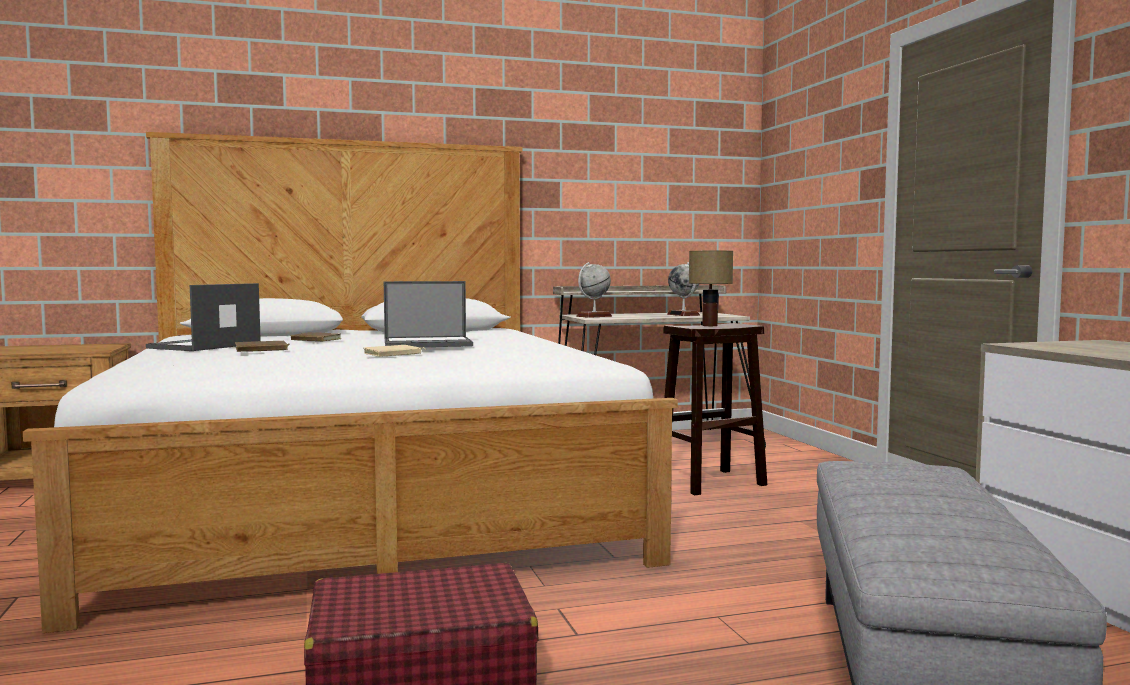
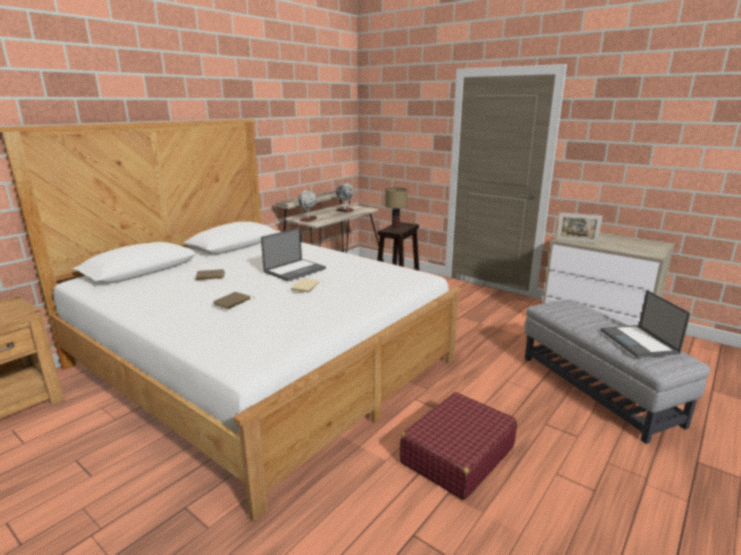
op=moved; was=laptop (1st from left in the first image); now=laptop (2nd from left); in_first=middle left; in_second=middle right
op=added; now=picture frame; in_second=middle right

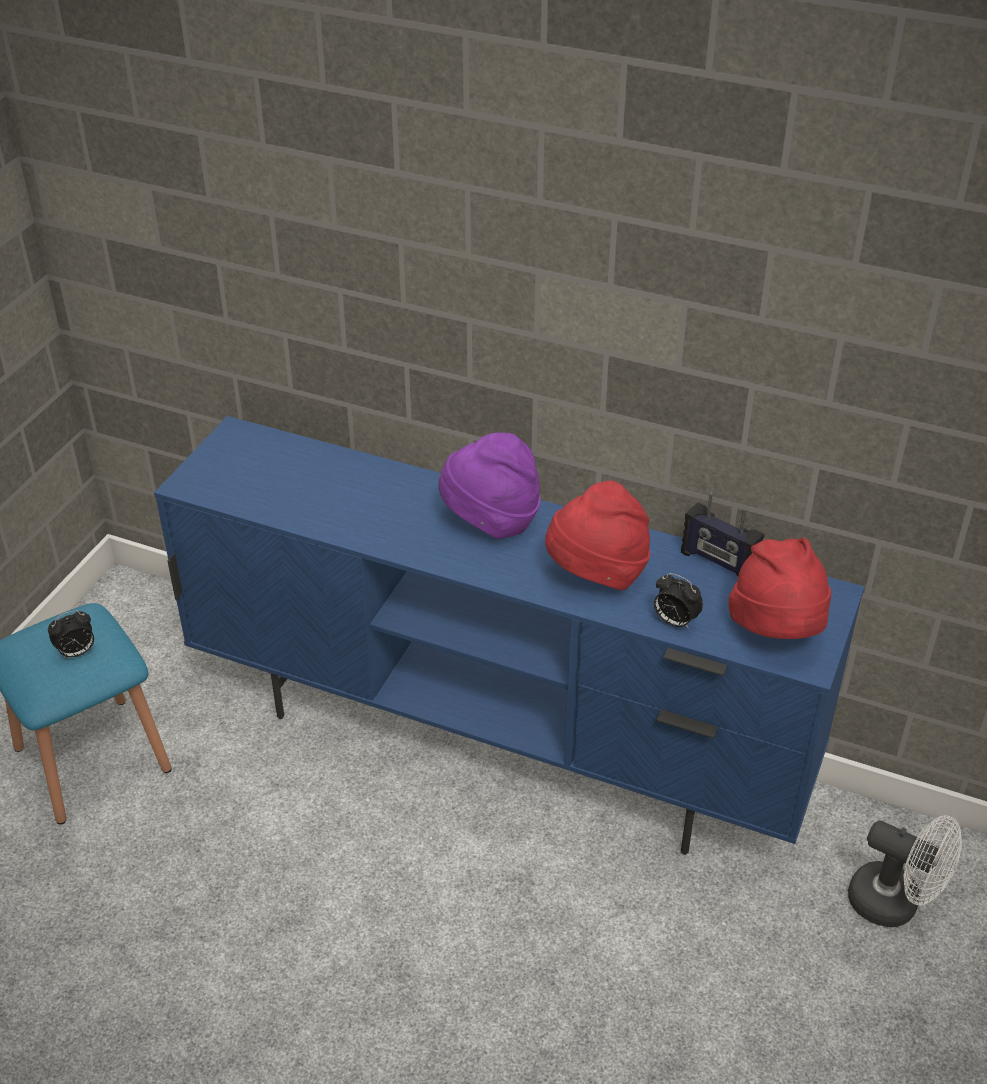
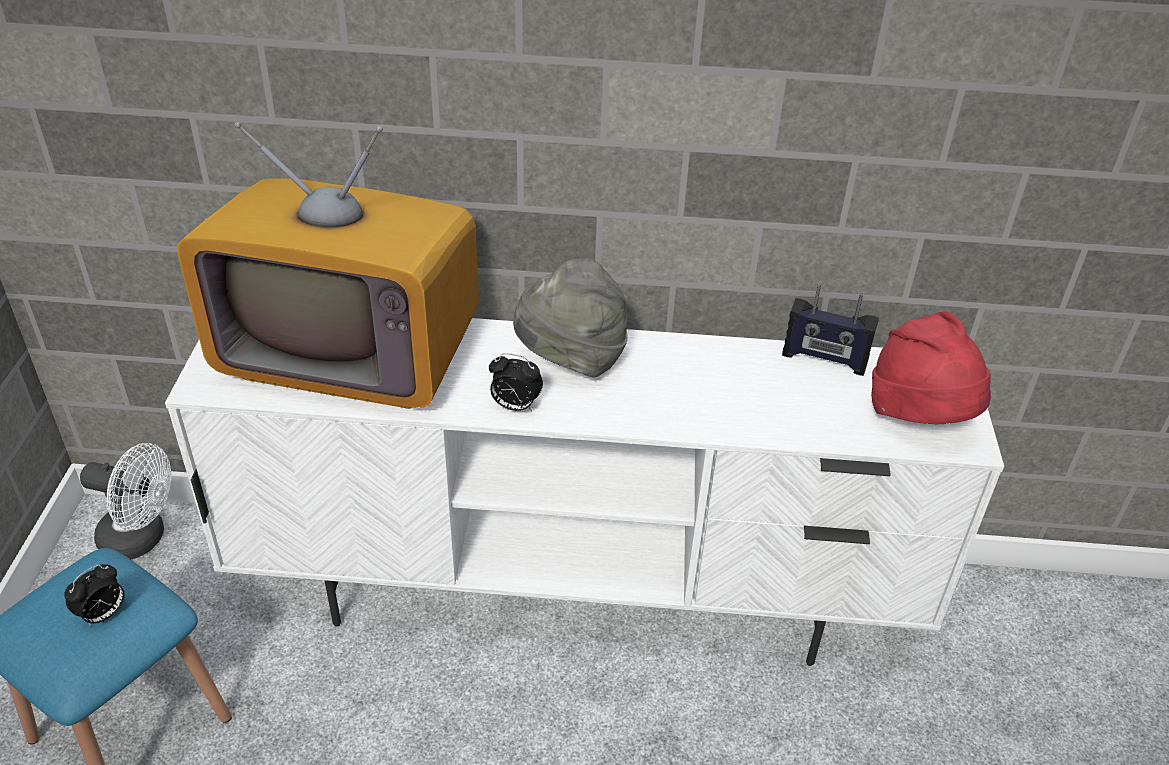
op=recoloured; was=tv stand in blue; now=tv stand in white; in_first=centre; in_second=centre
op=recoloured; was=hat in purple; now=hat in grey; in_first=centre; in_second=centre
op=removed; was=hat in red (1st from left); in_first=centre
op=moved; was=alarm clock (2nd from left); in_first=middle right; in_second=centre
op=moved; was=fan in white; in_first=bottom right; in_second=middle left
op=added; now=television; in_second=middle left

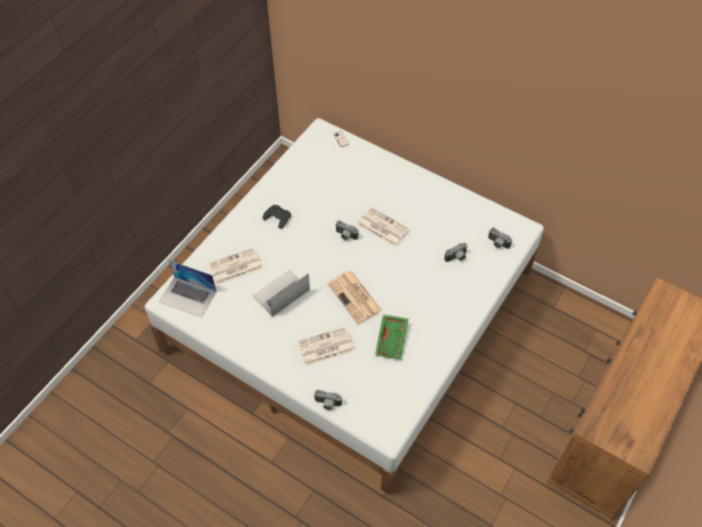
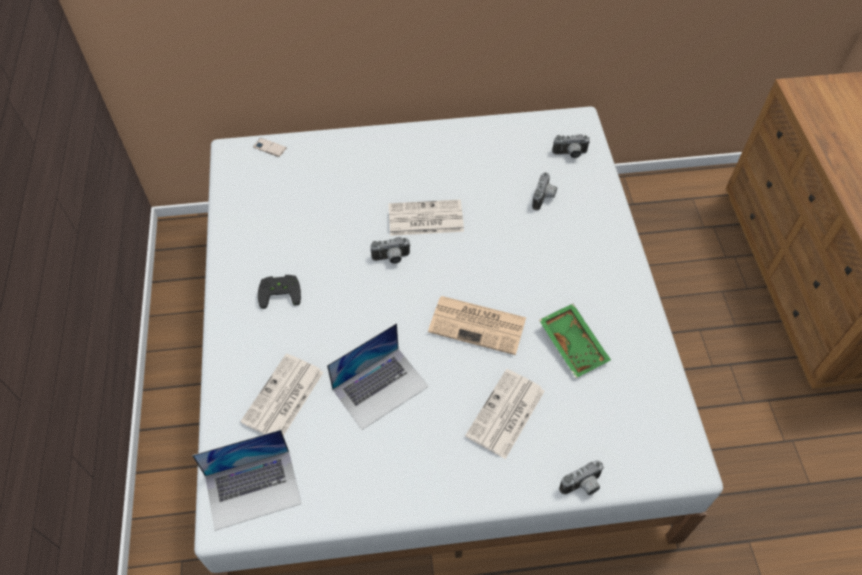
op=turned; was=laptop (2nd from left); in_first=centre; in_second=centre; clockwise=-135

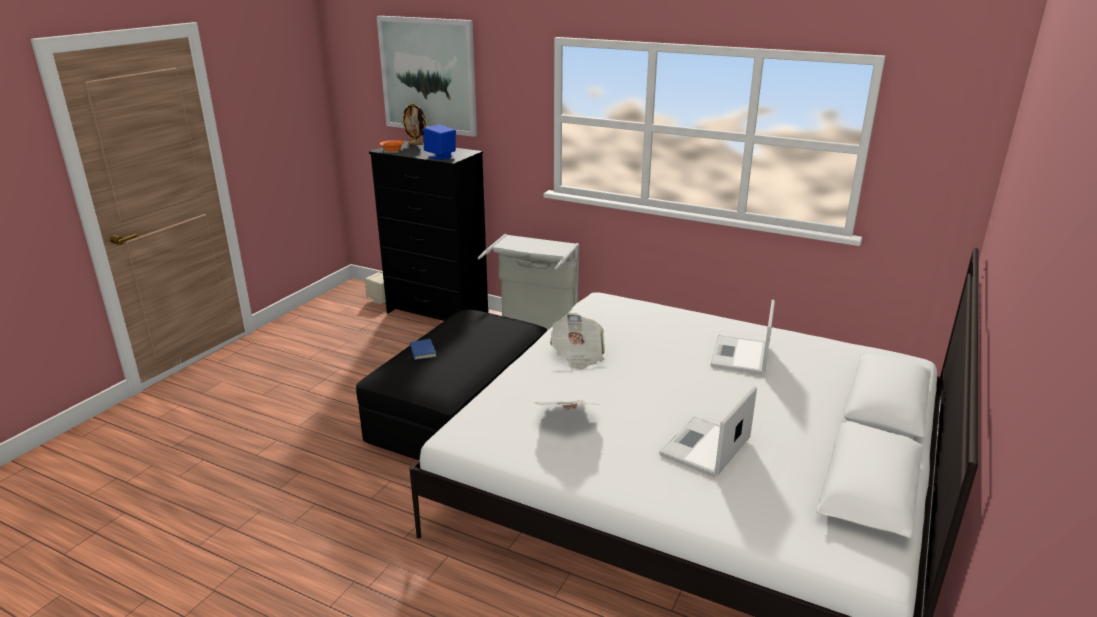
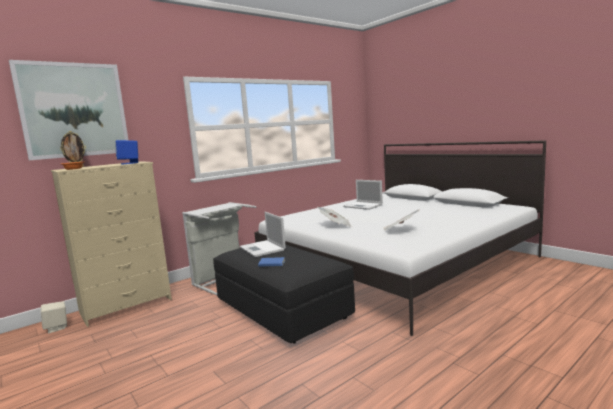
op=recoloured; was=dresser in black; now=dresser in beige; in_first=centre; in_second=middle left
op=moved; was=laptop (1st from left); in_first=bottom centre; in_second=centre

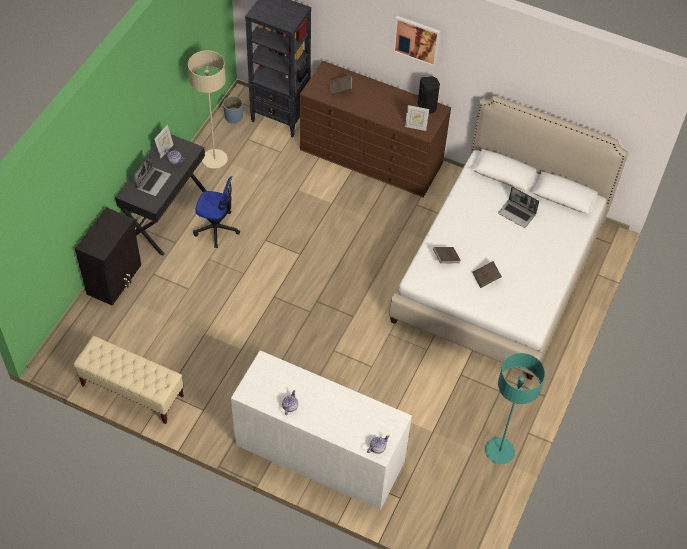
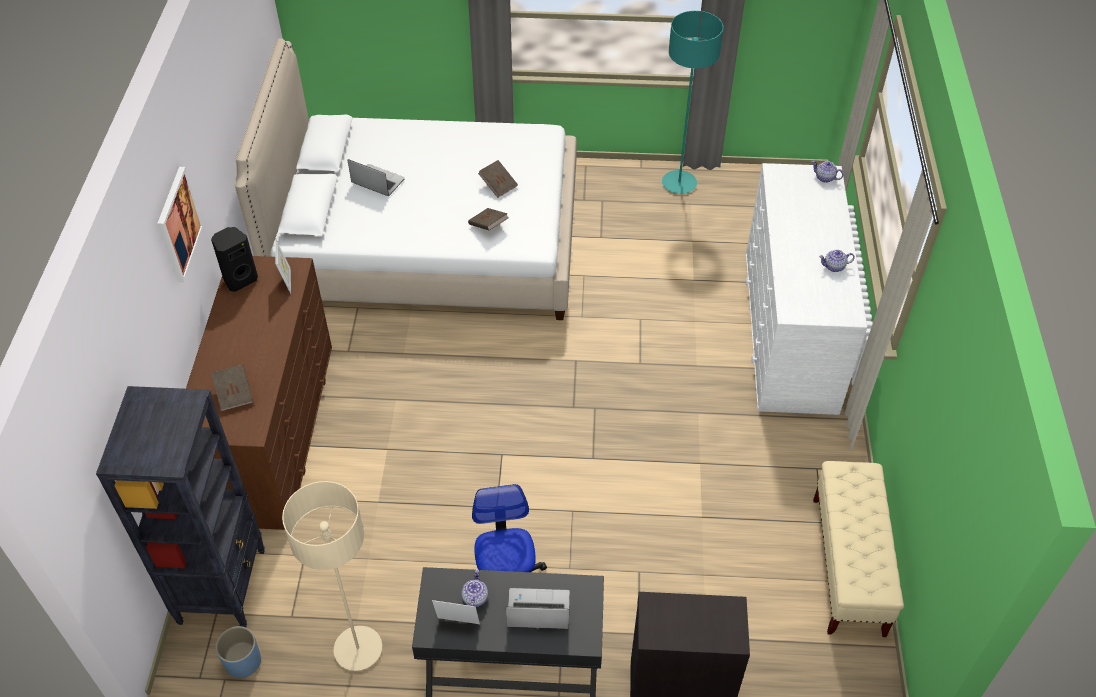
op=turned; was=laptop (2nd from left in the first image); in_first=middle right; in_second=top centre; clockwise=-75

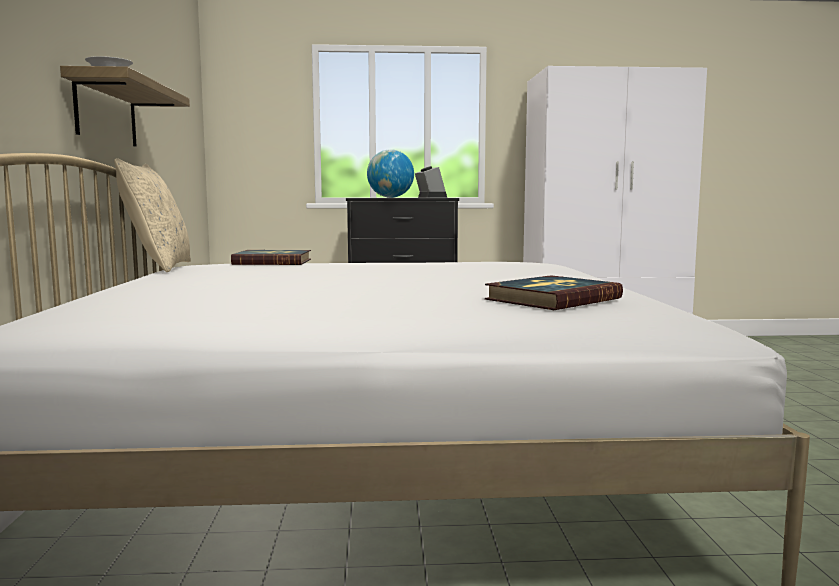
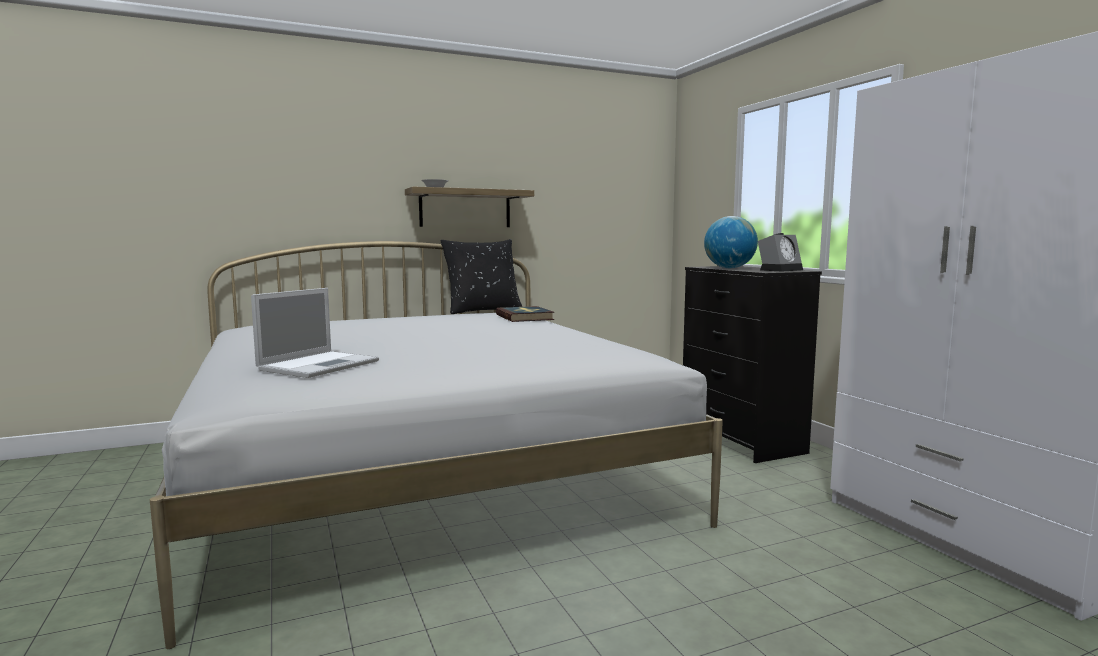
op=recoloured; was=pillow in beige; now=pillow in black; in_first=middle left; in_second=centre
op=replaced; was=book (2nd from left); now=laptop; in_first=centre; in_second=middle left

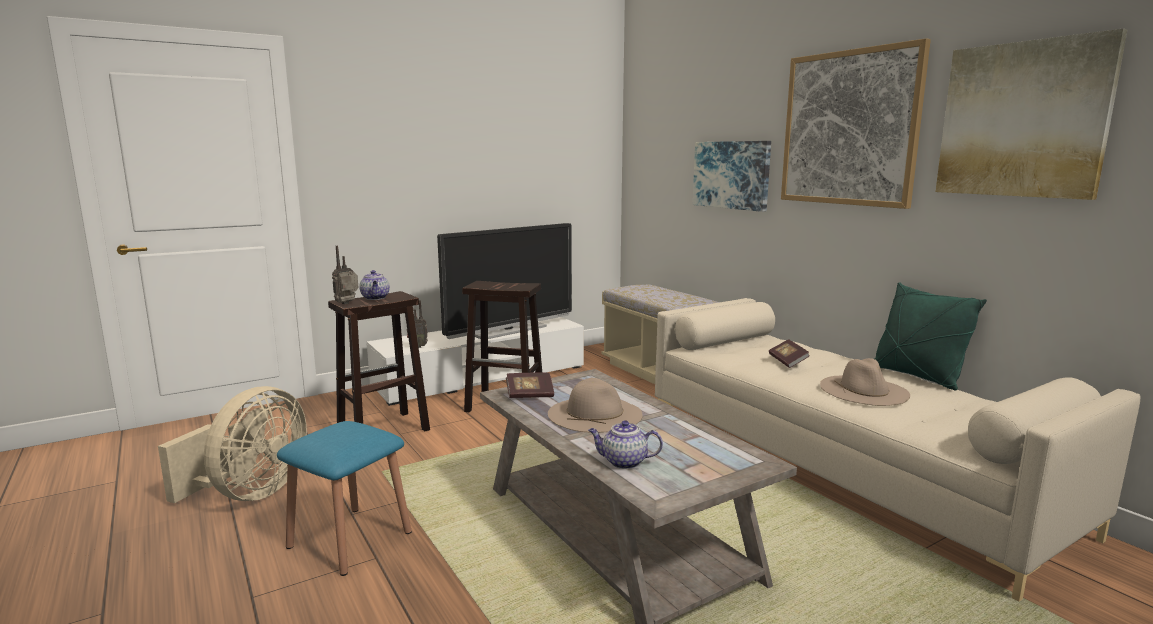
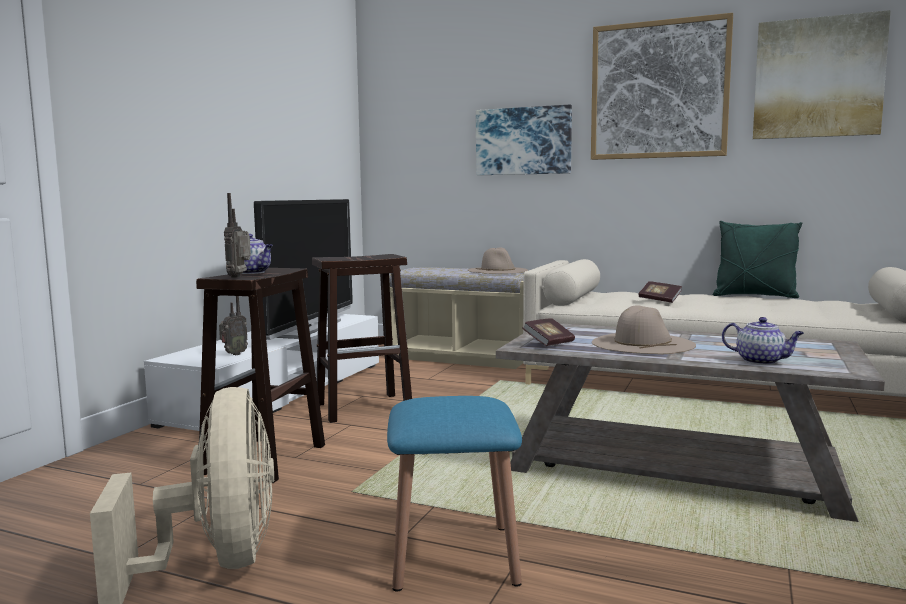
op=moved; was=hat in beige (2nd from left in the first image); now=hat in beige (1st from left); in_first=middle right; in_second=centre
op=turned; was=teapot (2nd from left); in_first=bottom centre; in_second=middle right; clockwise=-120

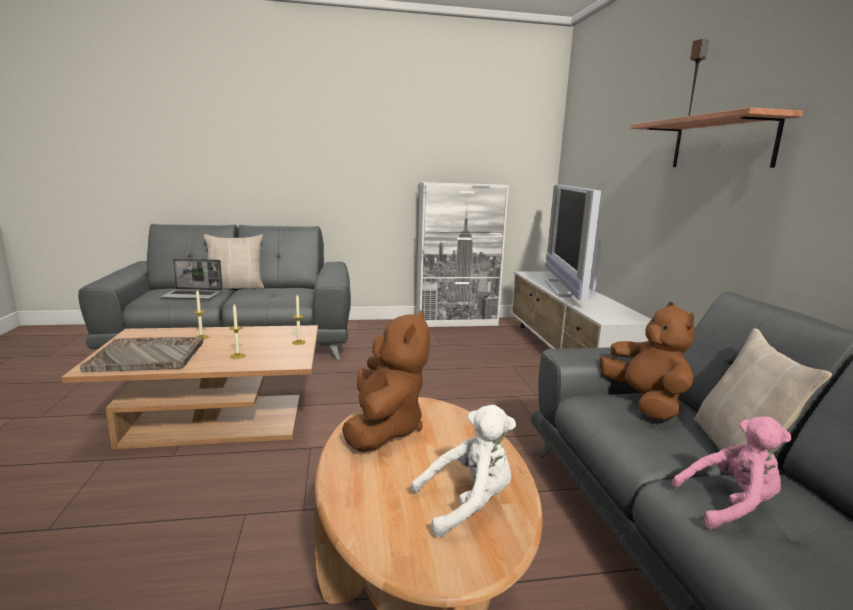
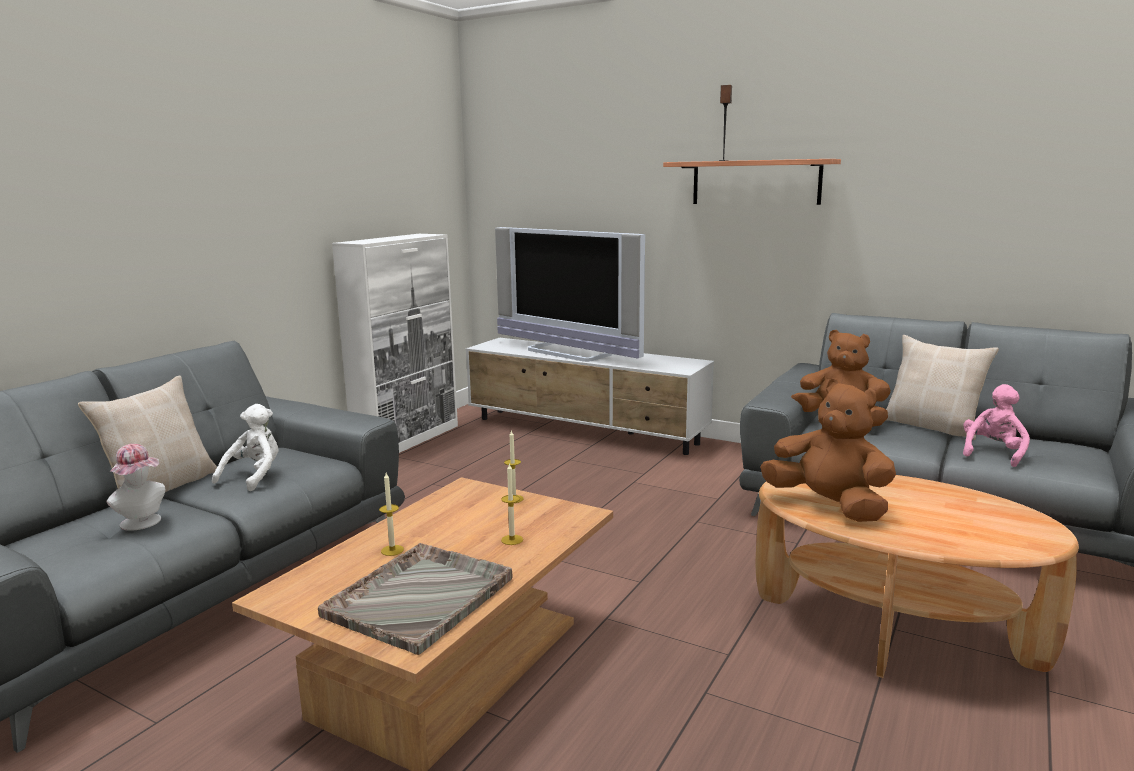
op=replaced; was=laptop; now=hat; in_first=middle left; in_second=middle left
op=moved; was=plush toy in white; in_first=bottom centre; in_second=middle left

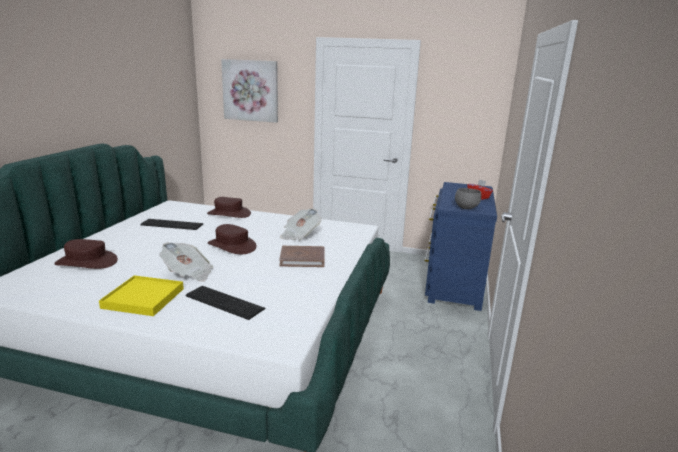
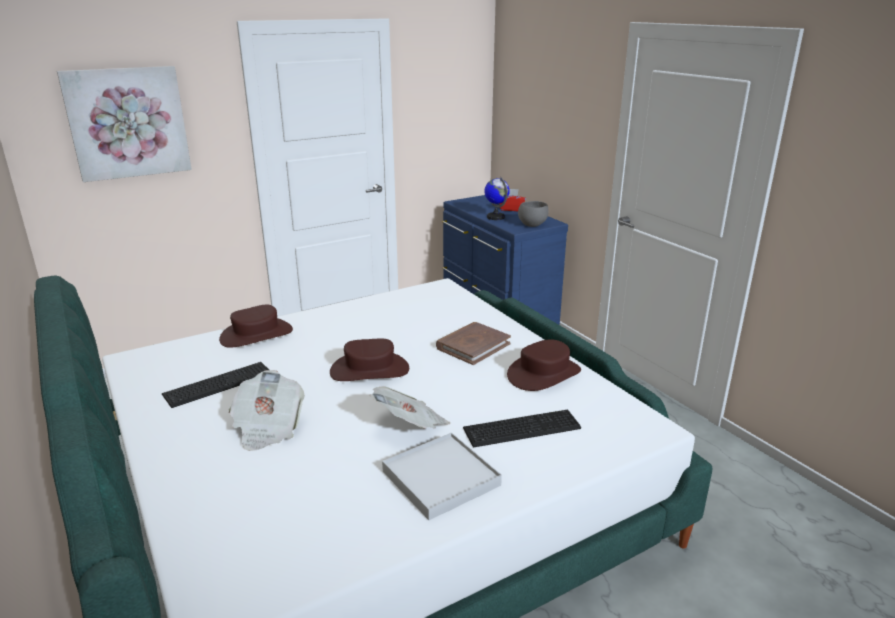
op=moved; was=newspaper (2nd from left in the first image); now=newspaper (1st from left); in_first=centre; in_second=middle left
op=moved; was=hat in brown (1st from left in the first image); now=hat in brown (3rd from left); in_first=middle left; in_second=centre
op=recoloured; was=tray in yellow; now=tray in white; in_first=middle left; in_second=bottom centre
op=added; now=globe; in_second=top centre

